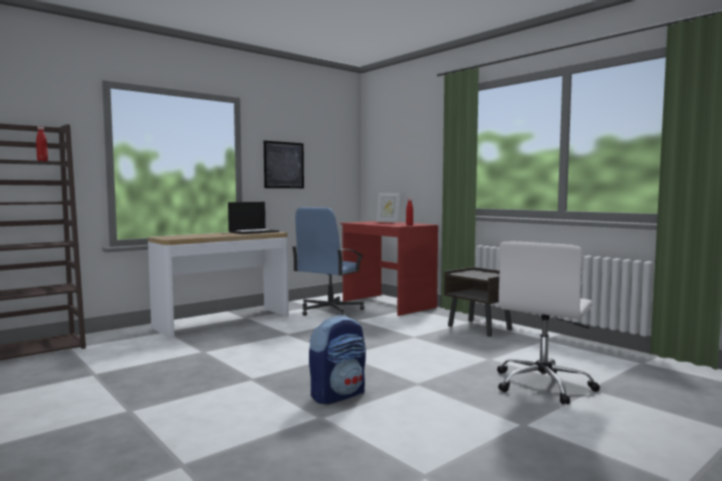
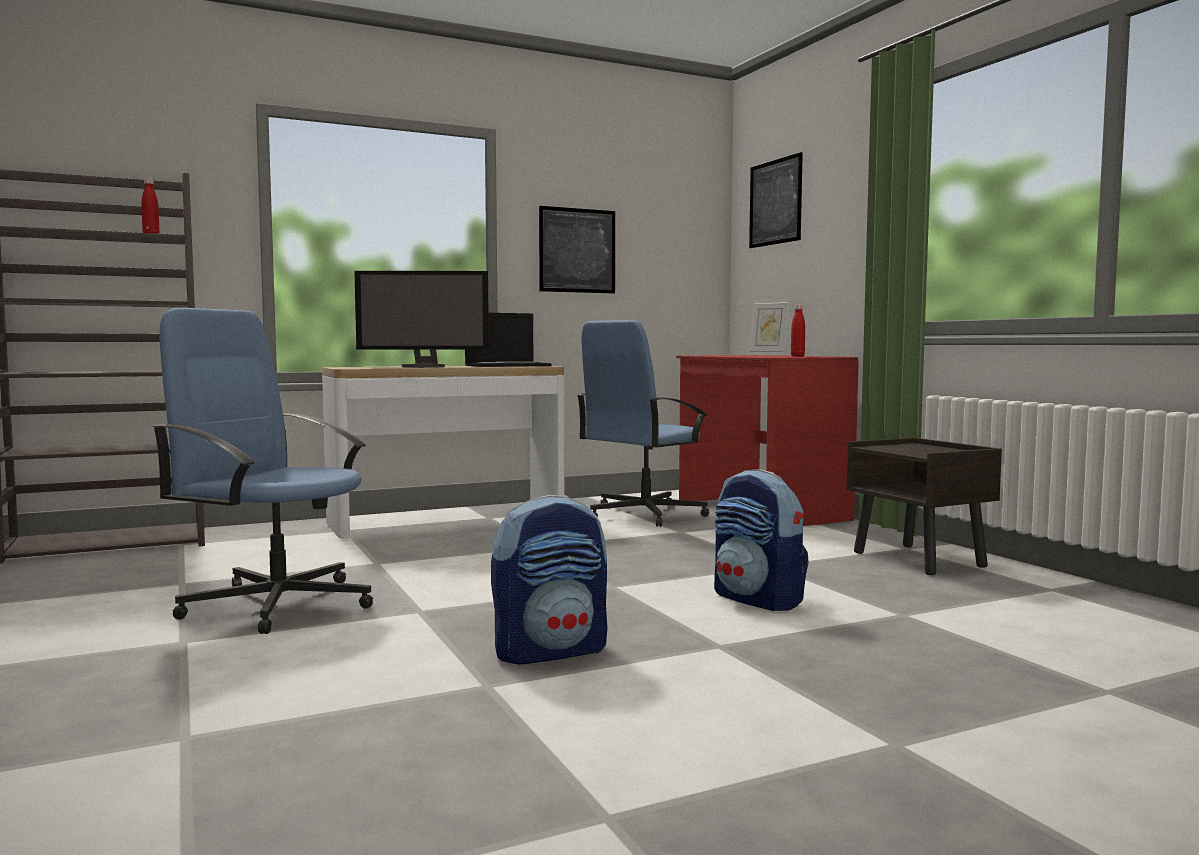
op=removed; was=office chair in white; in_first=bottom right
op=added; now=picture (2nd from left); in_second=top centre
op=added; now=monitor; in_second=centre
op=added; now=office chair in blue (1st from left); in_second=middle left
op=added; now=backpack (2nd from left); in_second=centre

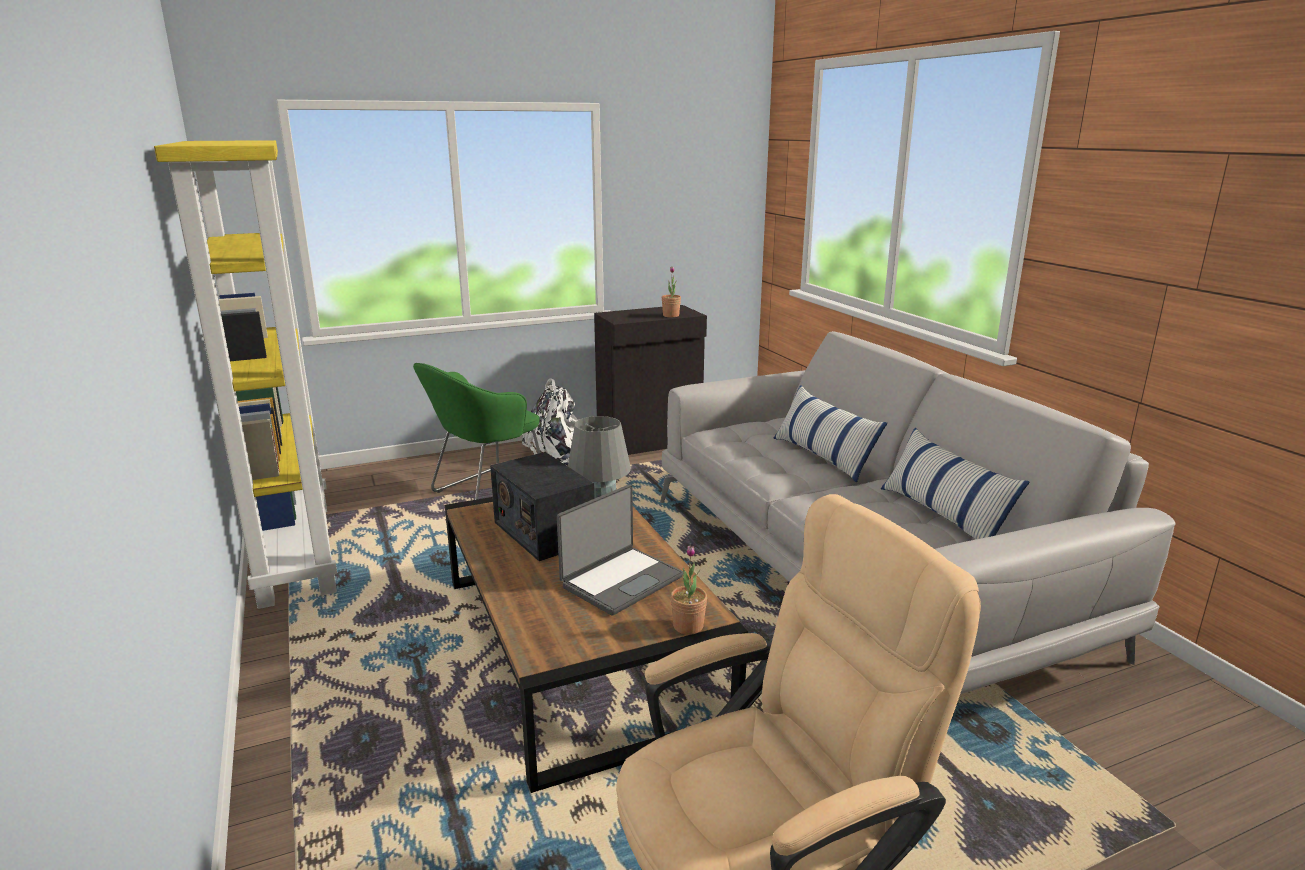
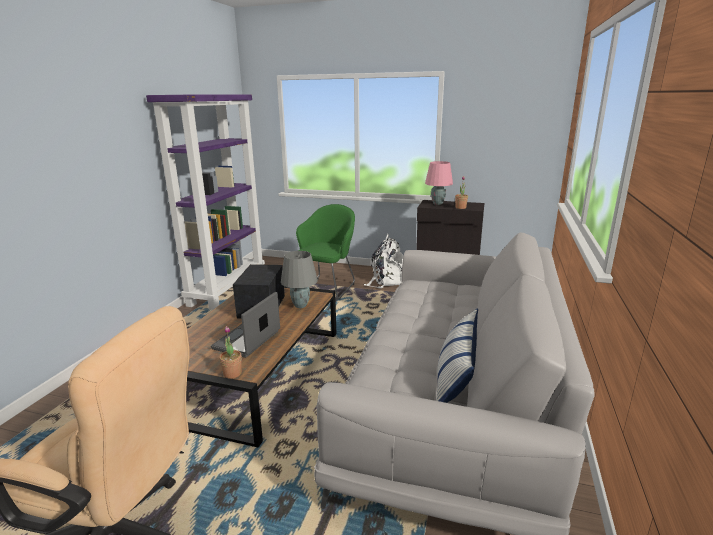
op=recoloured; was=bookcase in yellow; now=bookcase in purple; in_first=middle left; in_second=middle left
op=turned; was=armchair in green; in_first=centre; in_second=centre; clockwise=120
op=removed; was=pillow (1st from left); in_first=centre
op=turned; was=laptop; in_first=centre; in_second=centre; clockwise=120
op=added; now=table lamp in pink; in_second=centre

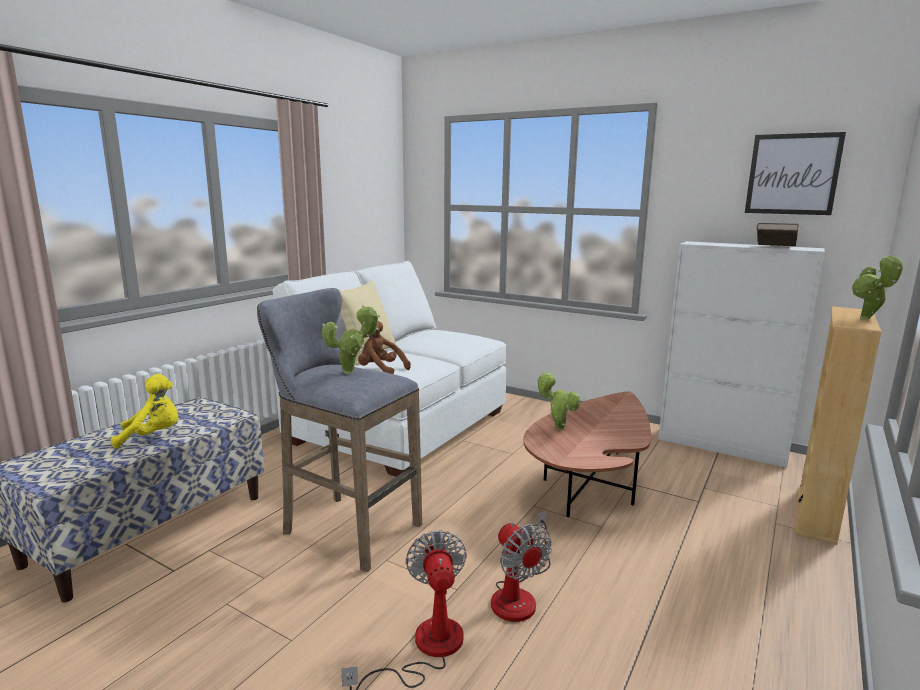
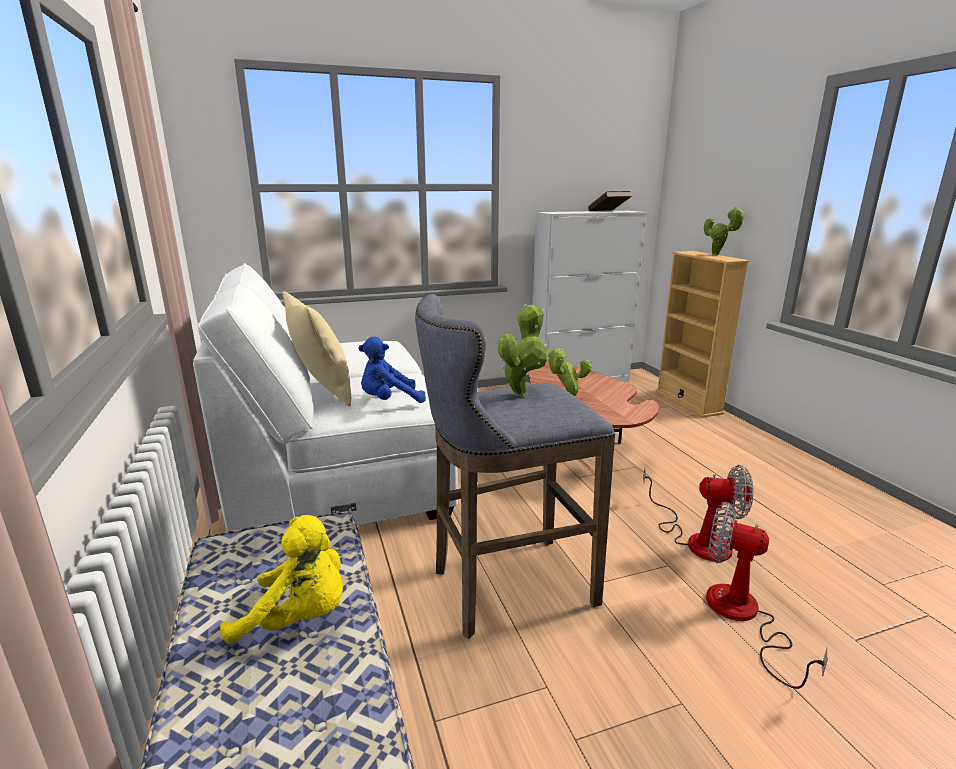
op=removed; was=picture; in_first=top right
op=recoloured; was=plush toy in brown; now=plush toy in blue; in_first=centre; in_second=centre
op=turned; was=plush toy in yellow; in_first=middle left; in_second=bottom left; clockwise=75

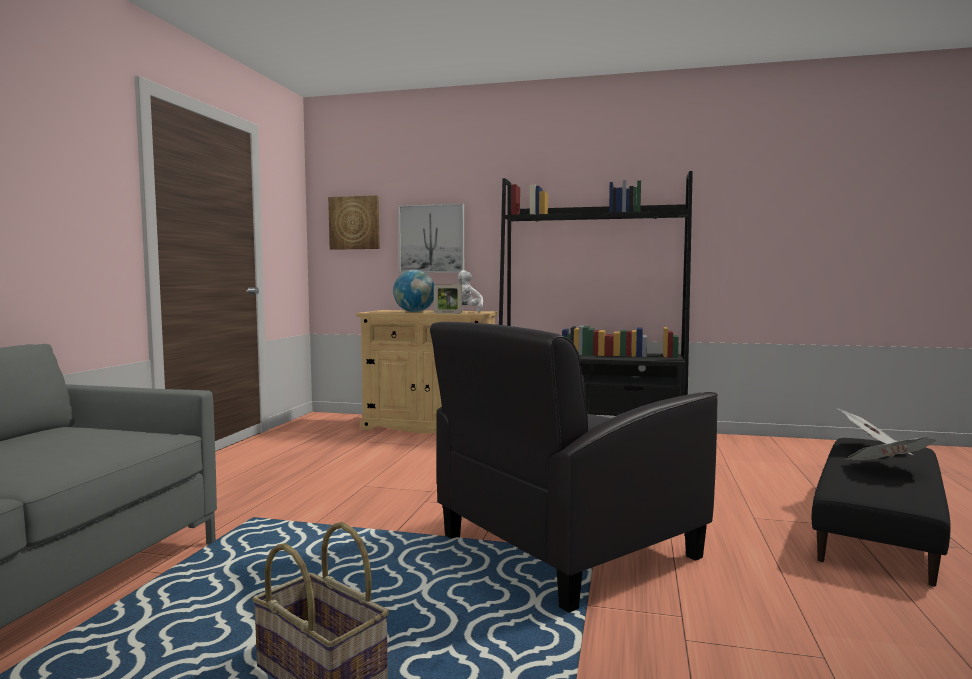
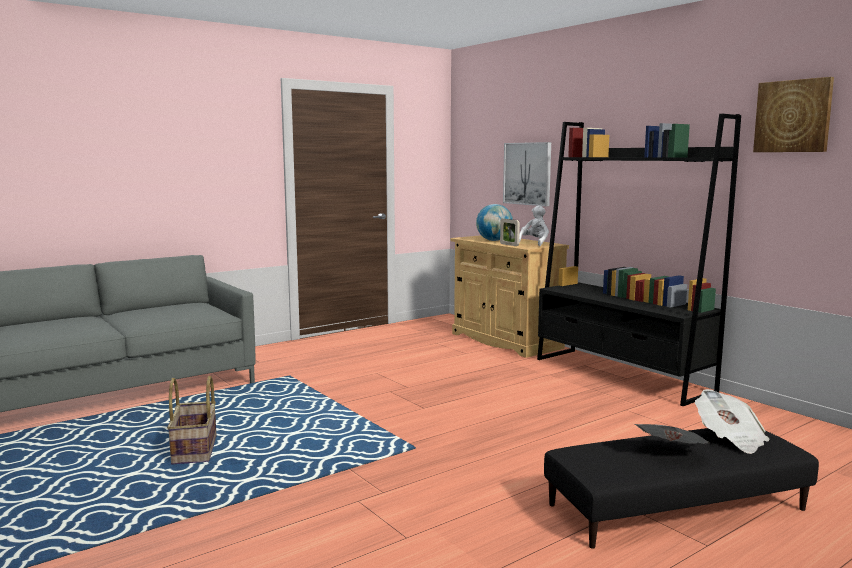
op=moved; was=picture (1st from left in the first image); now=picture (2nd from left); in_first=top centre; in_second=top right
op=removed; was=armchair in black; in_first=bottom centre

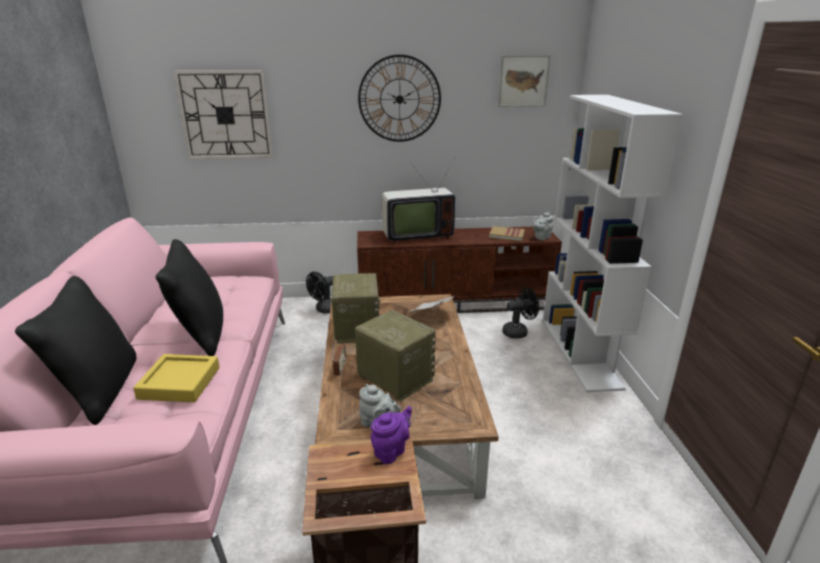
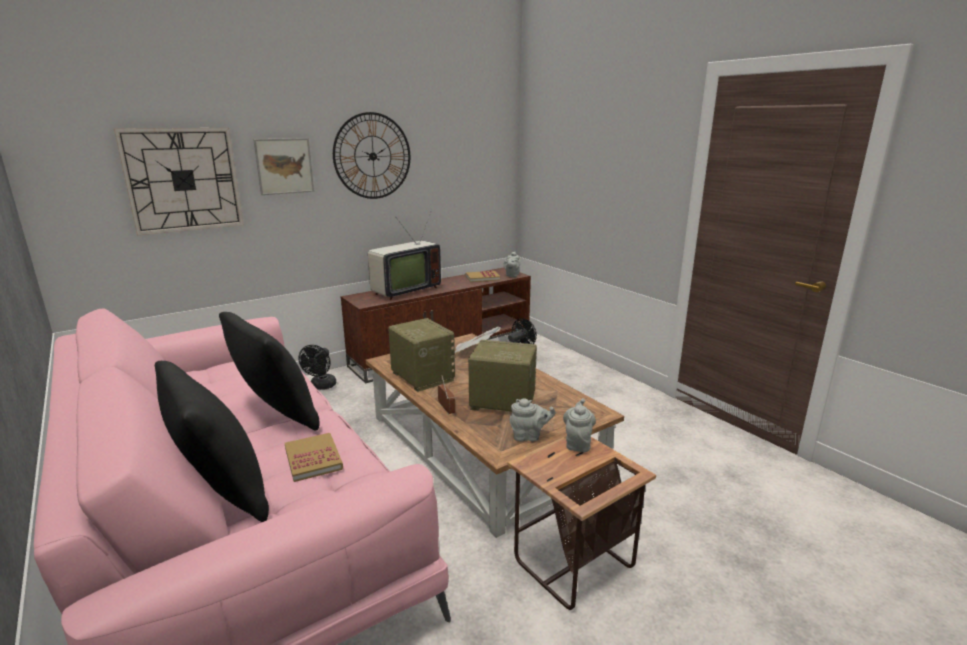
op=moved; was=picture; in_first=top centre; in_second=top left
op=removed; was=bookcase in white; in_first=middle right
op=replaced; was=tray in yellow; now=book (1st from left); in_first=bottom left; in_second=bottom left
op=recoloured; was=teapot in purple; now=teapot in grey (3rd from left); in_first=bottom centre; in_second=centre

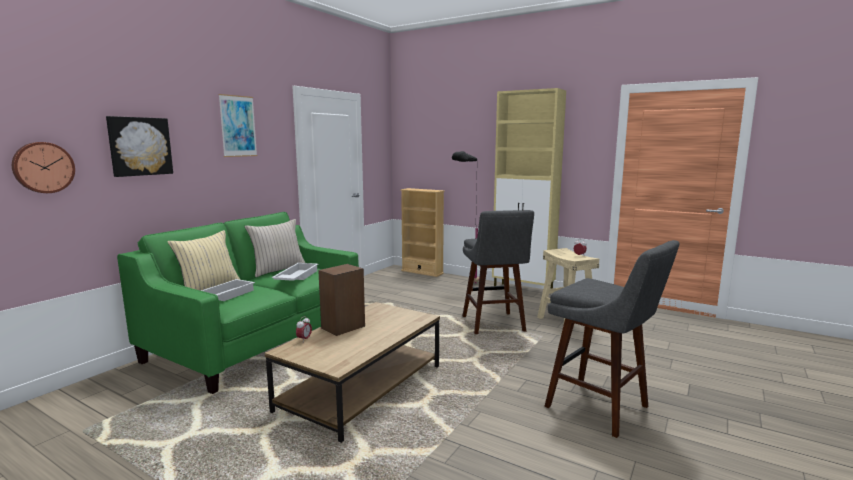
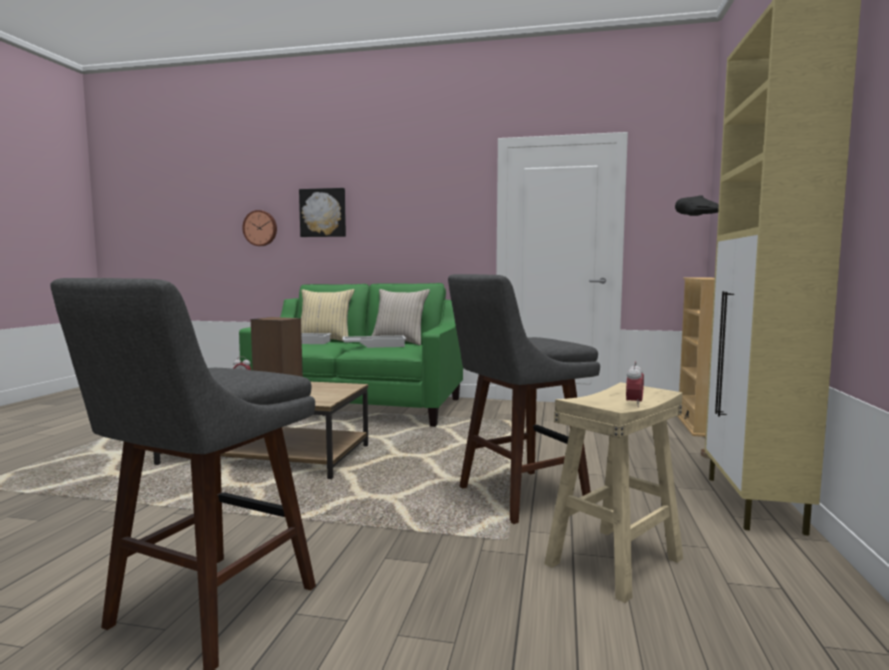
op=removed; was=picture (2nd from left); in_first=top left

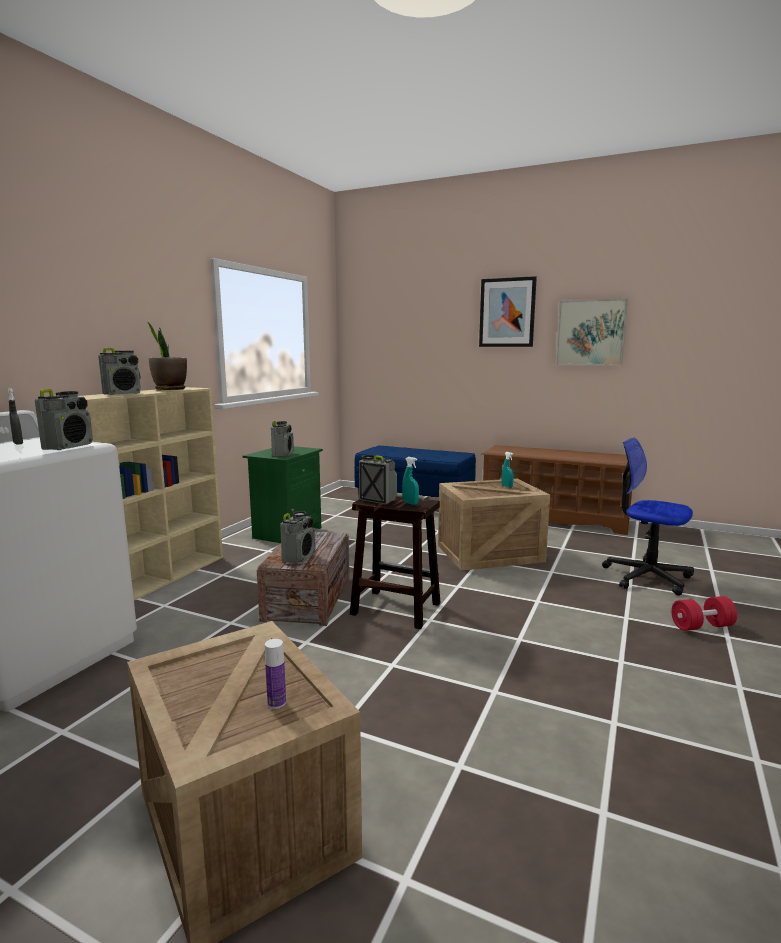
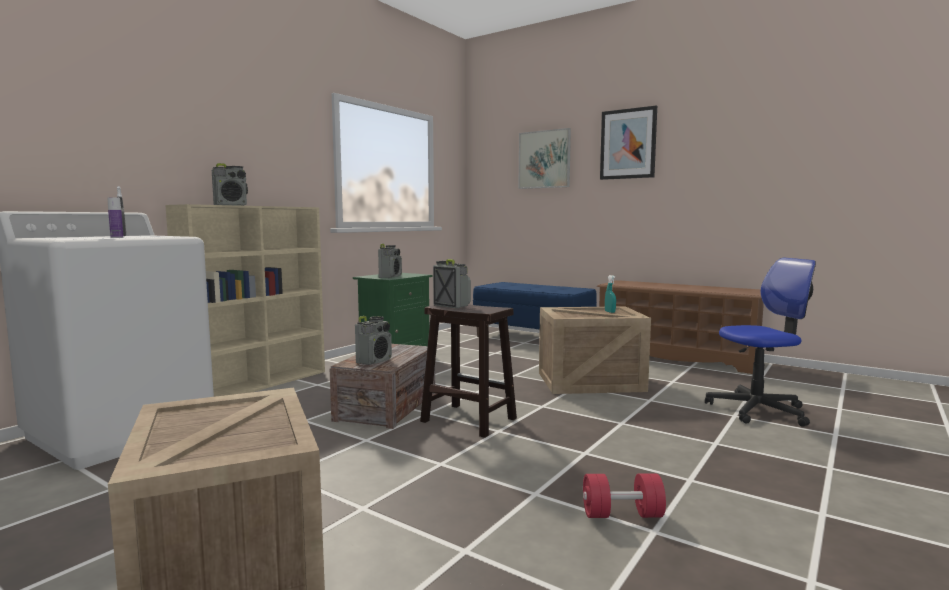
op=moved; was=picture (2nd from left in the first image); now=picture (1st from left); in_first=middle right; in_second=top centre
op=removed; was=potted plant; in_first=middle left
op=removed; was=radio (1st from left); in_first=middle left
op=turned; was=office chair; in_first=middle right; in_second=middle right; clockwise=120
op=removed; was=spray bottle in turquoise (1st from left); in_first=centre
op=moved; was=dumbbell in red; in_first=middle right; in_second=bottom centre
op=moved; was=bottle; in_first=bottom centre; in_second=middle left

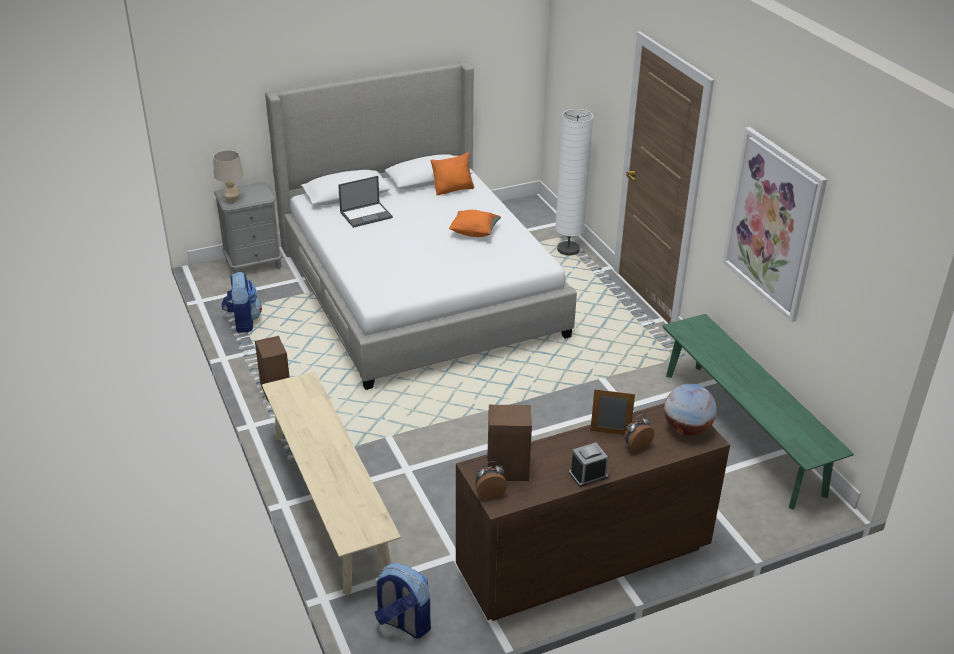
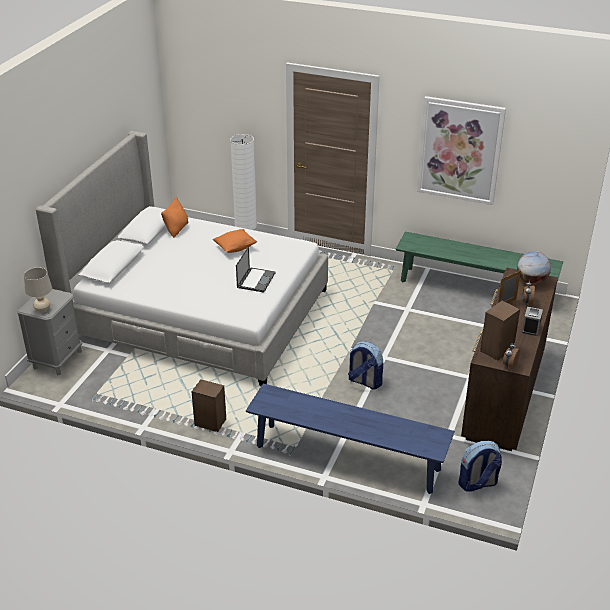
op=moved; was=laptop; in_first=top centre; in_second=centre
op=moved; was=backpack (1st from left); in_first=middle left; in_second=centre
op=recoloured; was=bench in beige; now=bench in blue; in_first=bottom centre; in_second=bottom centre

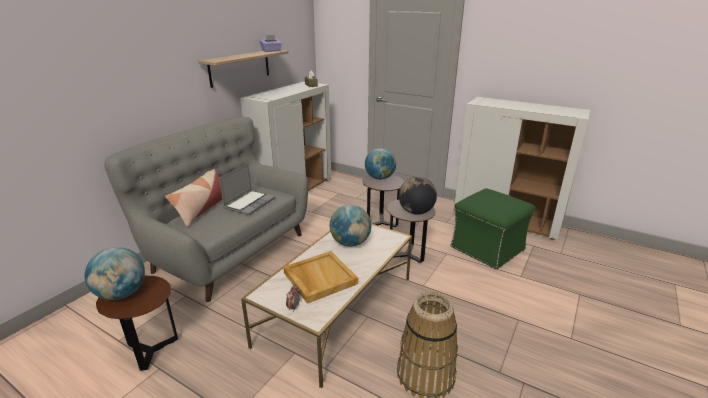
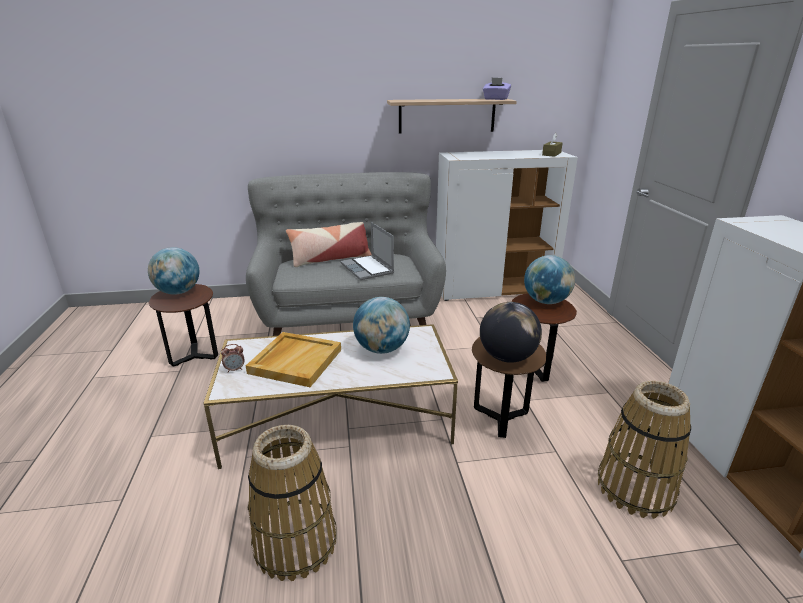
op=turned; was=laptop; in_first=centre; in_second=centre; clockwise=75
op=replaced; was=ottoman in green; now=basket (2nd from left); in_first=middle right; in_second=bottom right

